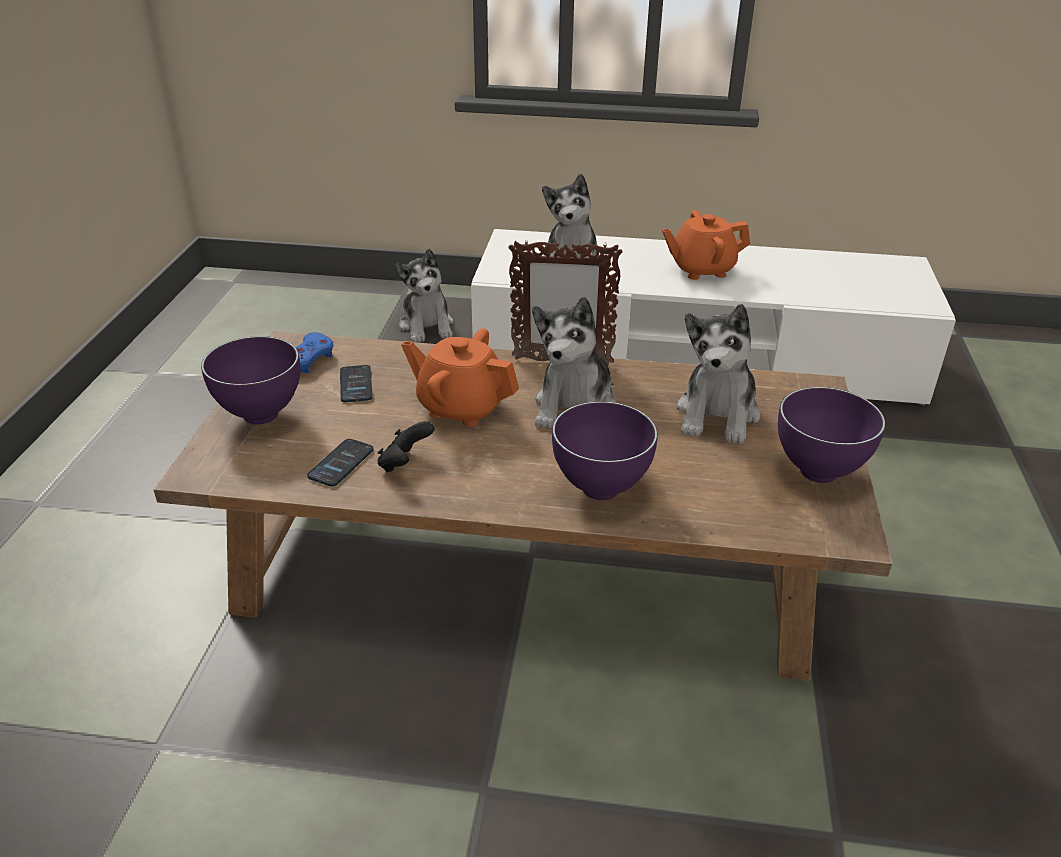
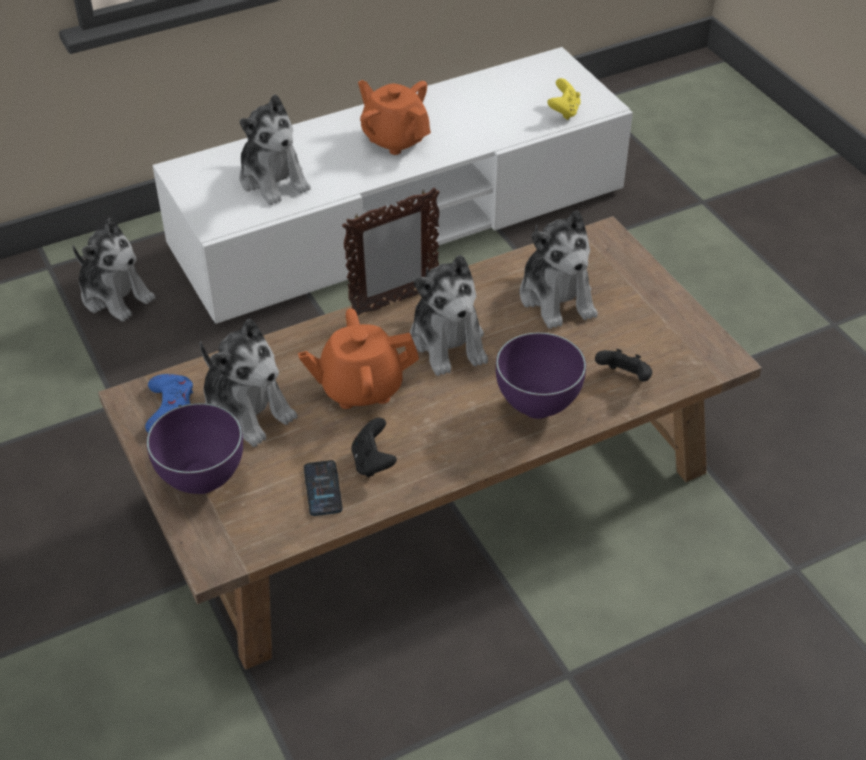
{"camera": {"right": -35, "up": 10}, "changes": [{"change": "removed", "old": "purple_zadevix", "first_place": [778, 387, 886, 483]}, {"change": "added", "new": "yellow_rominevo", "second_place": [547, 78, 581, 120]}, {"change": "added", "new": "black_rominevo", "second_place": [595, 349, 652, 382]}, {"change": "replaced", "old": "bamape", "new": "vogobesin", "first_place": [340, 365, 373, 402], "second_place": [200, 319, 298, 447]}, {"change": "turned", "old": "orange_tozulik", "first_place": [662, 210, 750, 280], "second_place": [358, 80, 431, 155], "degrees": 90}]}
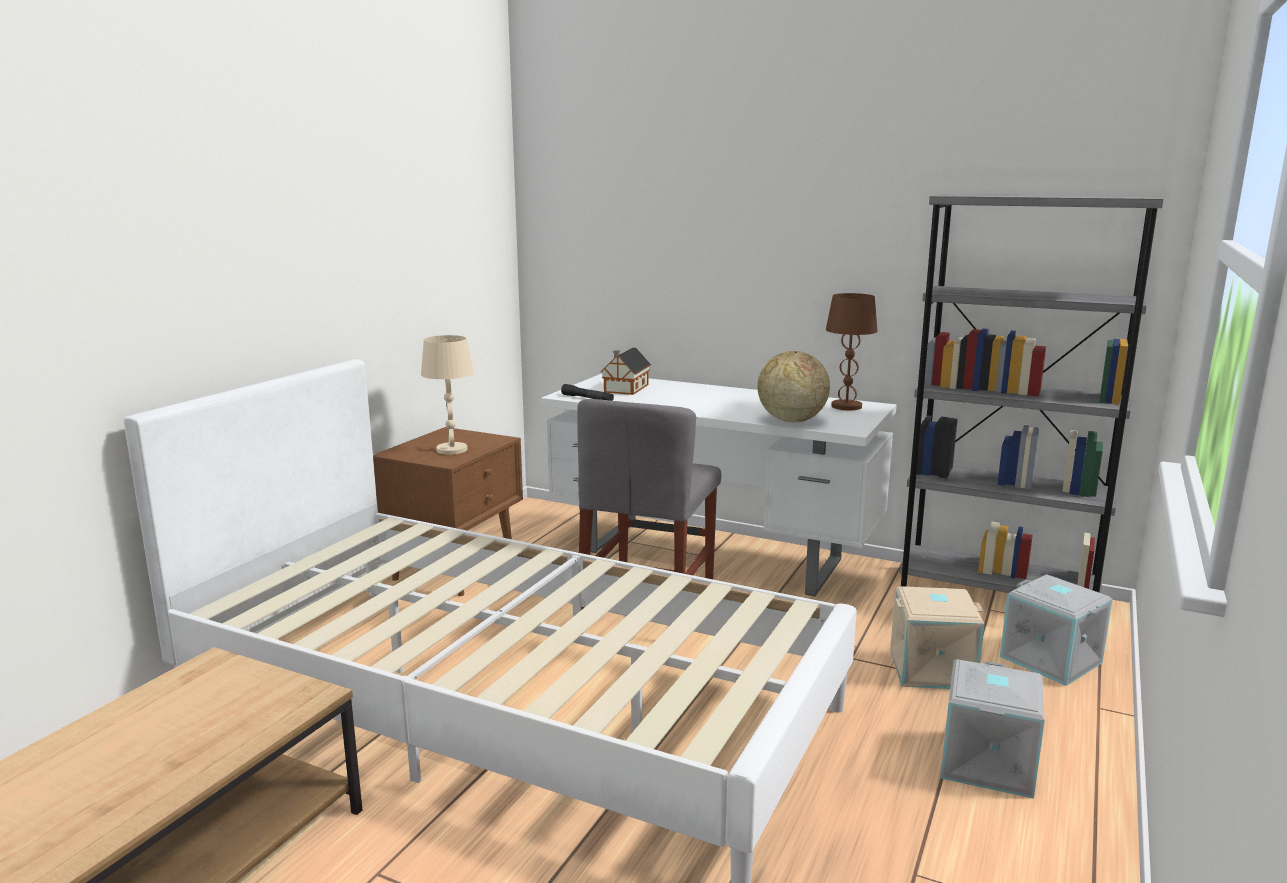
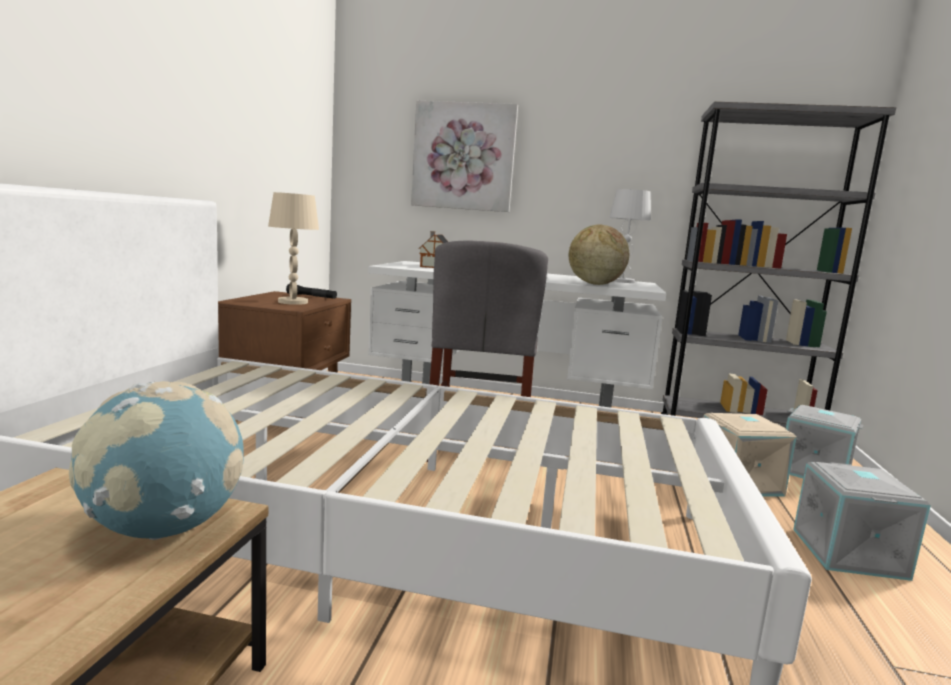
{"camera": {"right": -15, "up": -5}, "changes": [{"change": "added", "new": "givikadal", "second_place": [69, 381, 244, 540]}, {"change": "added", "new": "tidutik", "second_place": [411, 101, 518, 212]}, {"change": "moved", "old": "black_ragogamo", "first_place": [561, 384, 614, 401], "second_place": [286, 284, 337, 299]}, {"change": "recoloured", "old": "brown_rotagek", "new": "white_rotagek", "first_place": [826, 293, 878, 410], "second_place": [609, 189, 651, 283]}]}
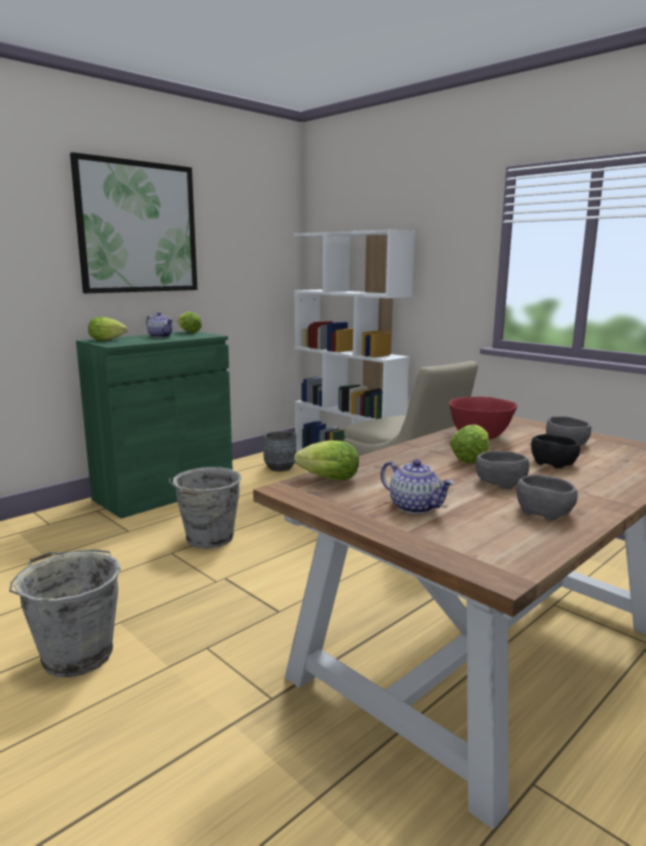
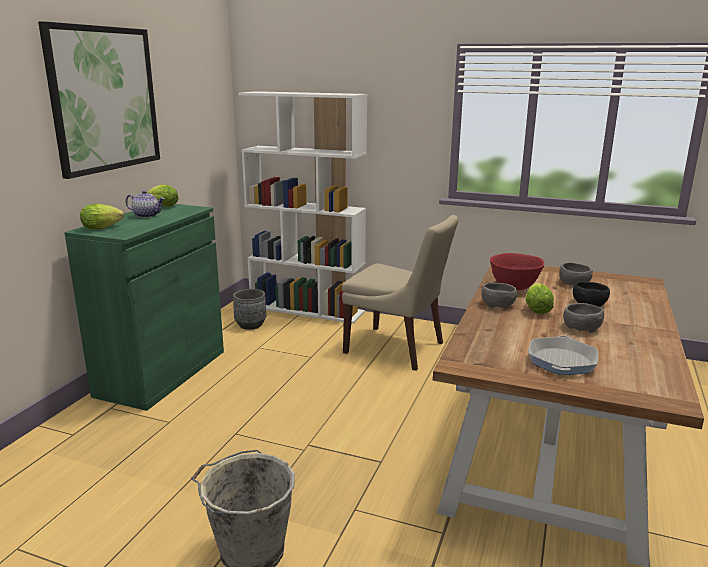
{"camera": {"right": -25, "up": 5}, "changes": [{"change": "removed", "old": "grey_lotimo", "first_place": [169, 467, 242, 548]}, {"change": "removed", "old": "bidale", "first_place": [294, 440, 359, 480]}, {"change": "moved", "old": "grey_zadevix", "first_place": [516, 474, 578, 520], "second_place": [481, 282, 517, 309]}, {"change": "replaced", "old": "tozulik", "new": "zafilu", "first_place": [381, 459, 454, 514], "second_place": [528, 335, 598, 375]}]}
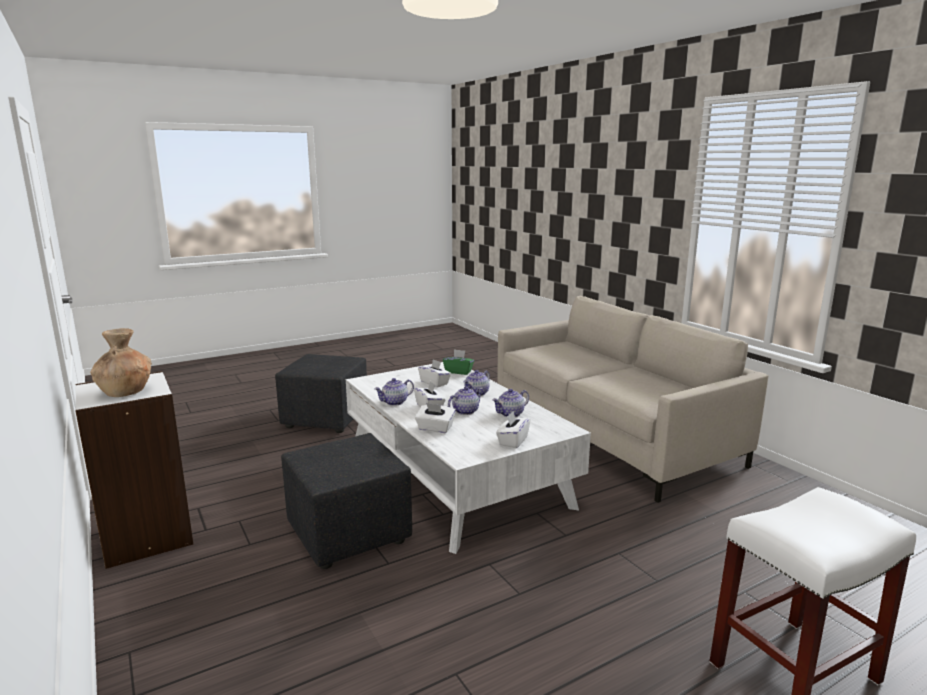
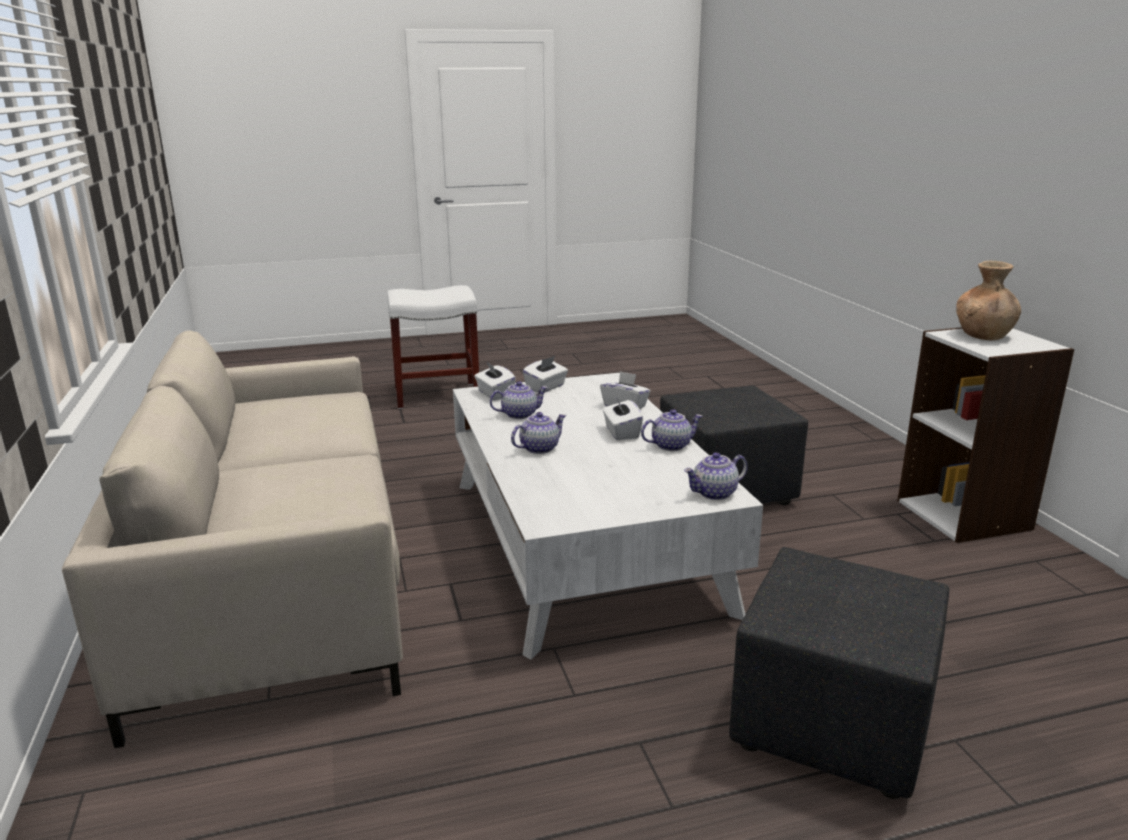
{"camera": {"right": -165, "up": 5}, "changes": [{"change": "removed", "old": "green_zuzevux", "first_place": [443, 349, 474, 375]}, {"change": "moved", "old": "white_zuzevux", "first_place": [418, 359, 451, 387], "second_place": [474, 362, 516, 400]}, {"change": "moved", "old": "tozulik", "first_place": [448, 387, 483, 415], "second_place": [684, 452, 748, 500]}]}
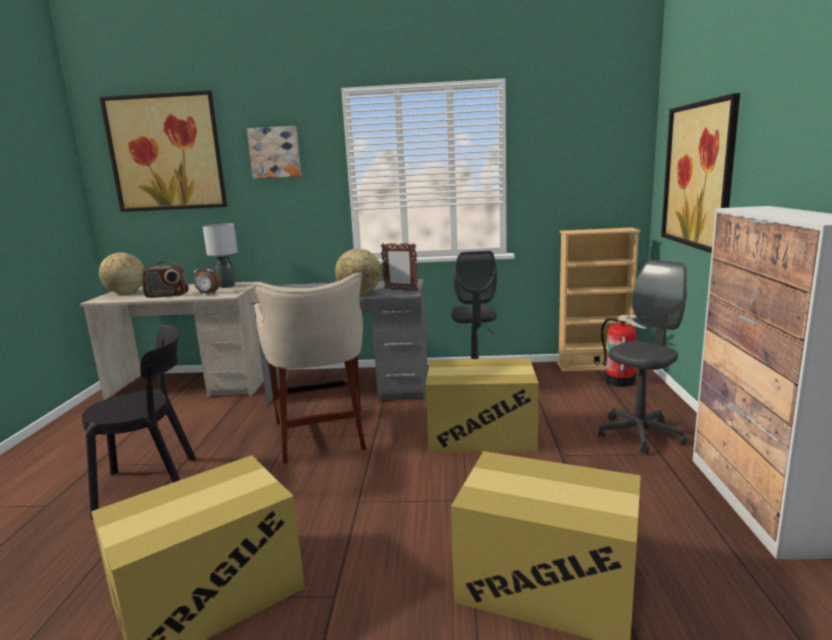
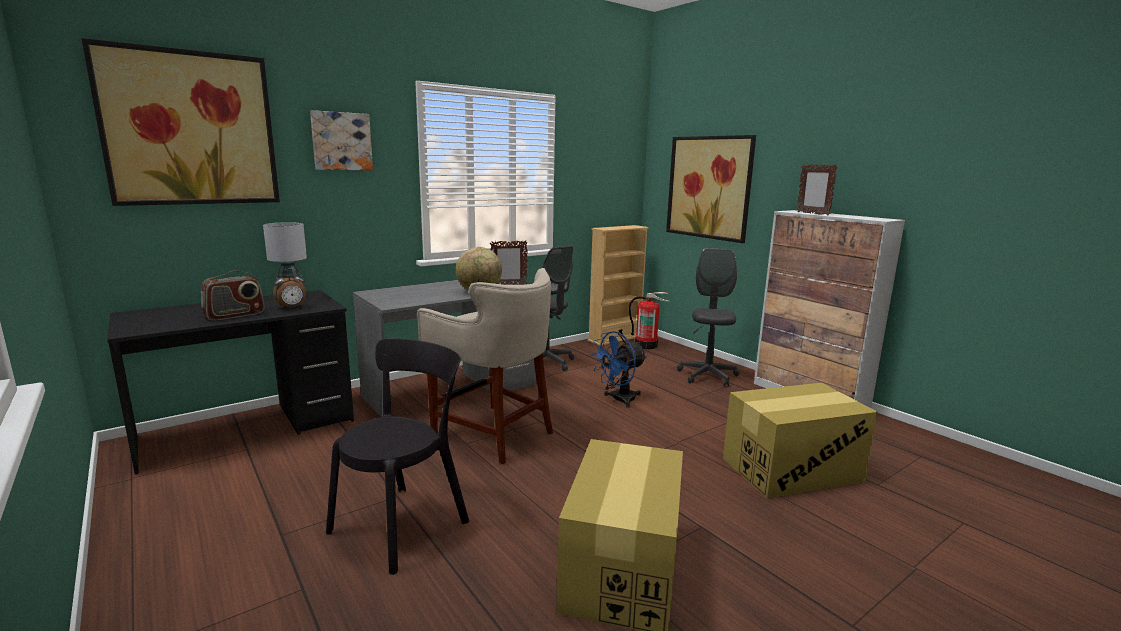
{"camera": {"right": -40, "up": 0}, "changes": [{"change": "removed", "old": "givikadal", "first_place": [99, 253, 144, 294]}, {"change": "added", "new": "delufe", "second_place": [797, 164, 837, 215]}, {"change": "replaced", "old": "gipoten", "new": "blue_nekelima", "first_place": [426, 358, 539, 452], "second_place": [591, 331, 647, 408]}, {"change": "recoloured", "old": "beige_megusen", "new": "black_megusen", "first_place": [80, 281, 264, 400], "second_place": [107, 290, 354, 474]}]}
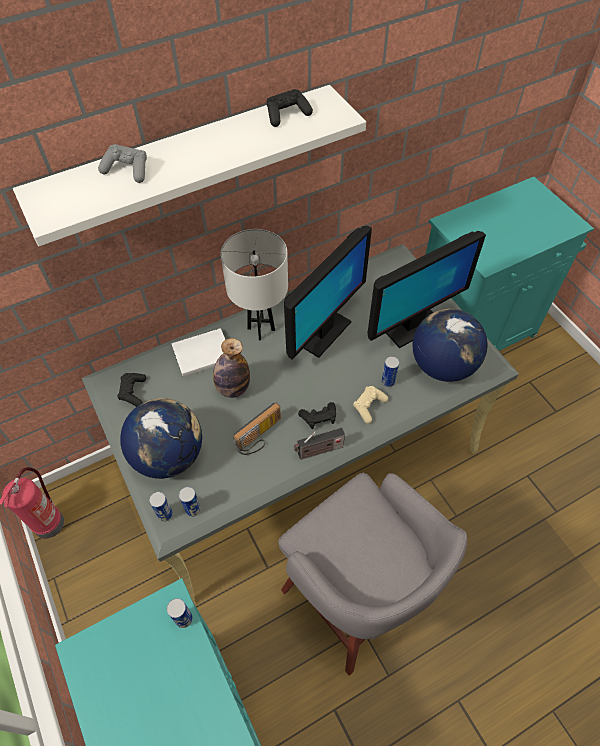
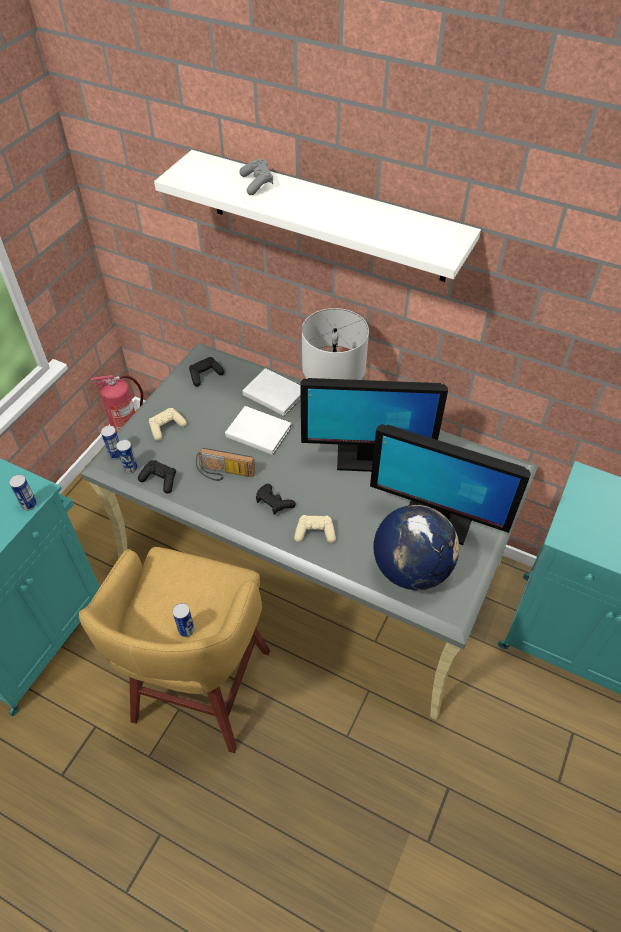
{"camera": {"right": 55, "up": -5}, "changes": [{"change": "removed", "old": "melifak", "first_place": [293, 428, 345, 460]}, {"change": "moved", "old": "black_rominevo", "first_place": [267, 89, 313, 127], "second_place": [138, 460, 176, 494]}, {"change": "moved", "old": "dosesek", "first_place": [381, 356, 399, 387], "second_place": [172, 603, 195, 637]}, {"change": "replaced", "old": "givikadal", "new": "beige_rominevo", "first_place": [120, 398, 202, 479], "second_place": [149, 408, 187, 441]}, {"change": "replaced", "old": "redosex", "new": "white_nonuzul", "first_place": [213, 338, 250, 398], "second_place": [225, 406, 291, 455]}, {"change": "recoloured", "old": "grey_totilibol", "new": "yellow_totilibol", "first_place": [279, 473, 467, 676], "second_place": [79, 547, 270, 753]}]}
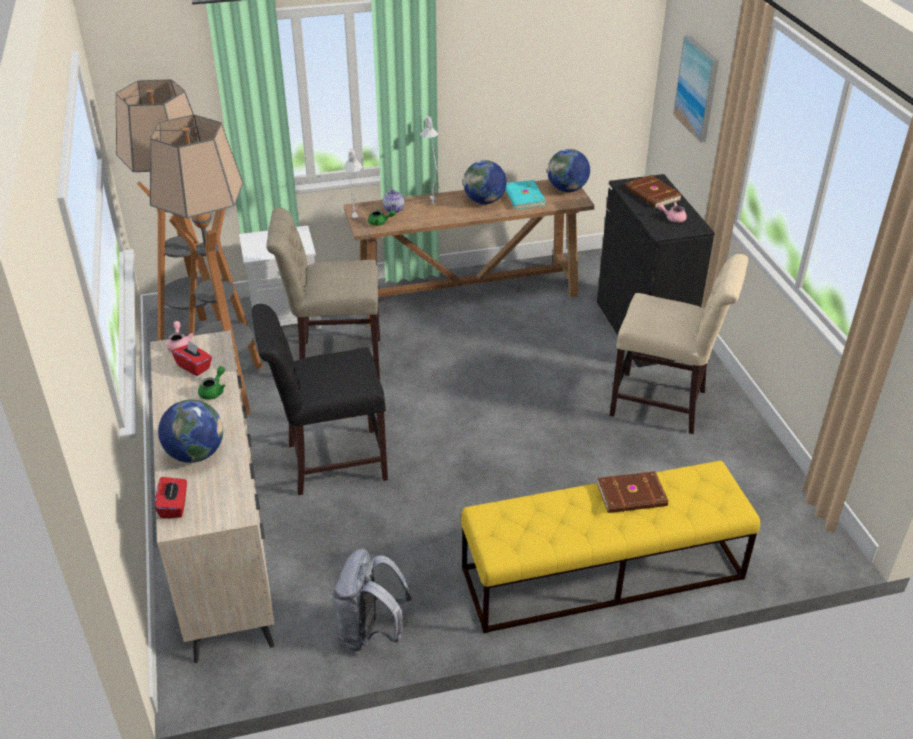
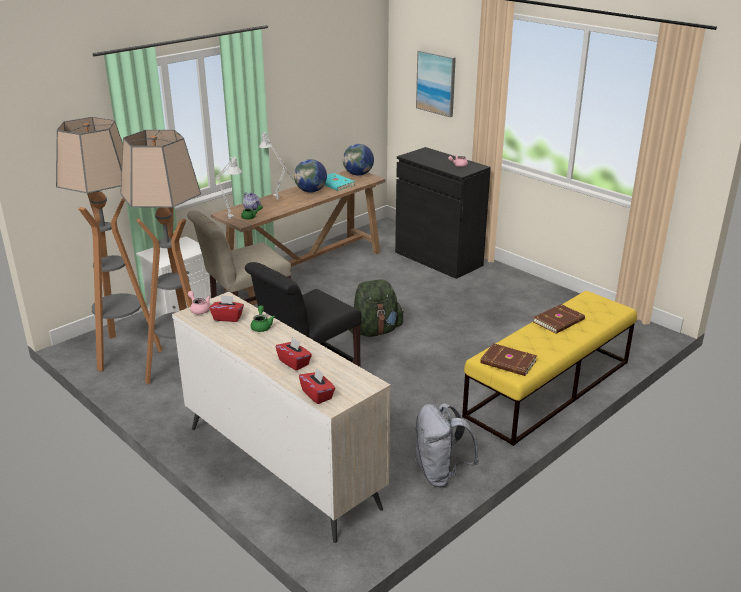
{"camera": {"right": -30, "up": -10}, "changes": [{"change": "removed", "old": "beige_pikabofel", "first_place": [610, 254, 748, 434]}, {"change": "added", "new": "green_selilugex", "second_place": [349, 279, 404, 337]}, {"change": "moved", "old": "brown_nonuzul", "first_place": [625, 175, 682, 208], "second_place": [480, 343, 537, 376]}, {"change": "replaced", "old": "givikadal", "new": "red_zuzevux", "first_place": [158, 399, 223, 463], "second_place": [276, 337, 312, 371]}]}
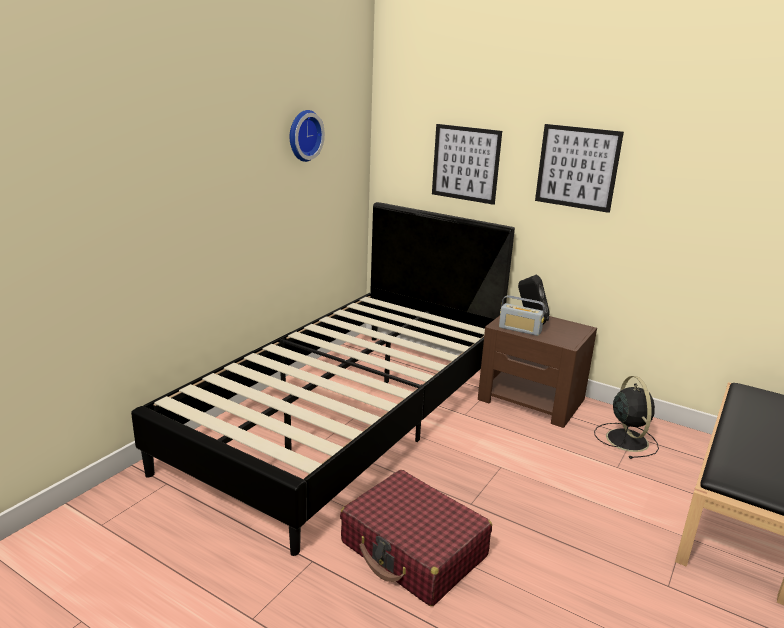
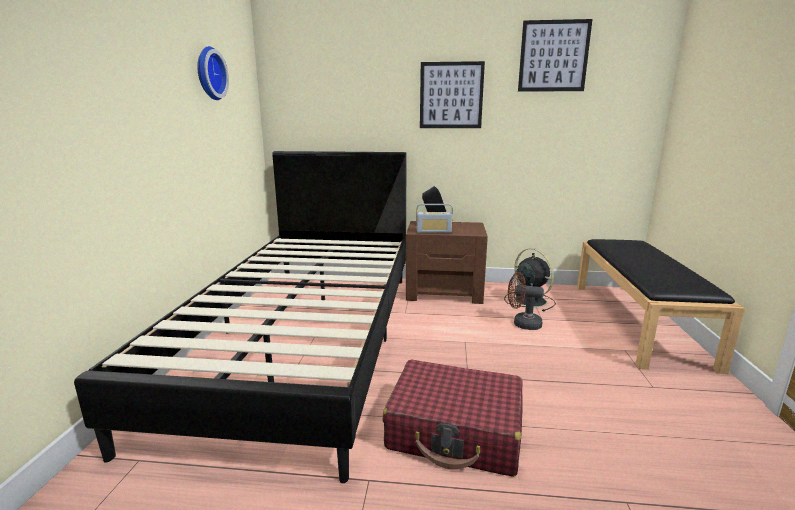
{"camera": {"right": -25, "up": -5}, "changes": [{"change": "added", "new": "brown_nekelima", "second_place": [508, 272, 544, 330]}, {"change": "moved", "old": "tidutik", "first_place": [432, 124, 502, 205], "second_place": [518, 19, 592, 92]}]}
